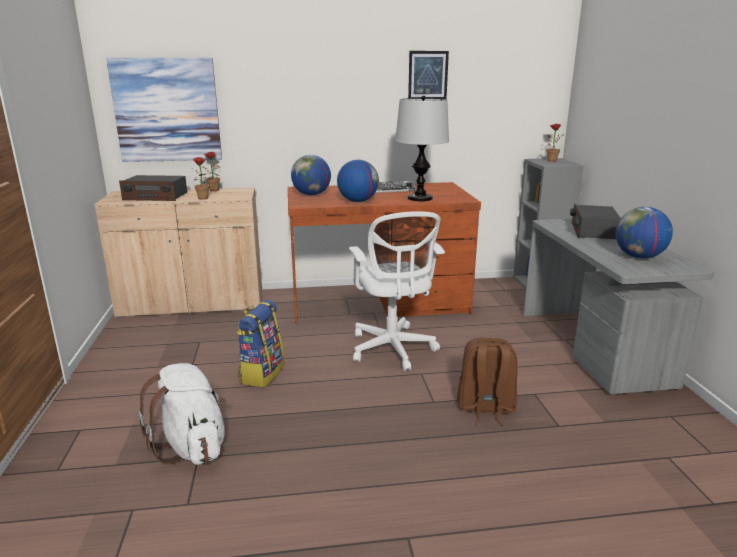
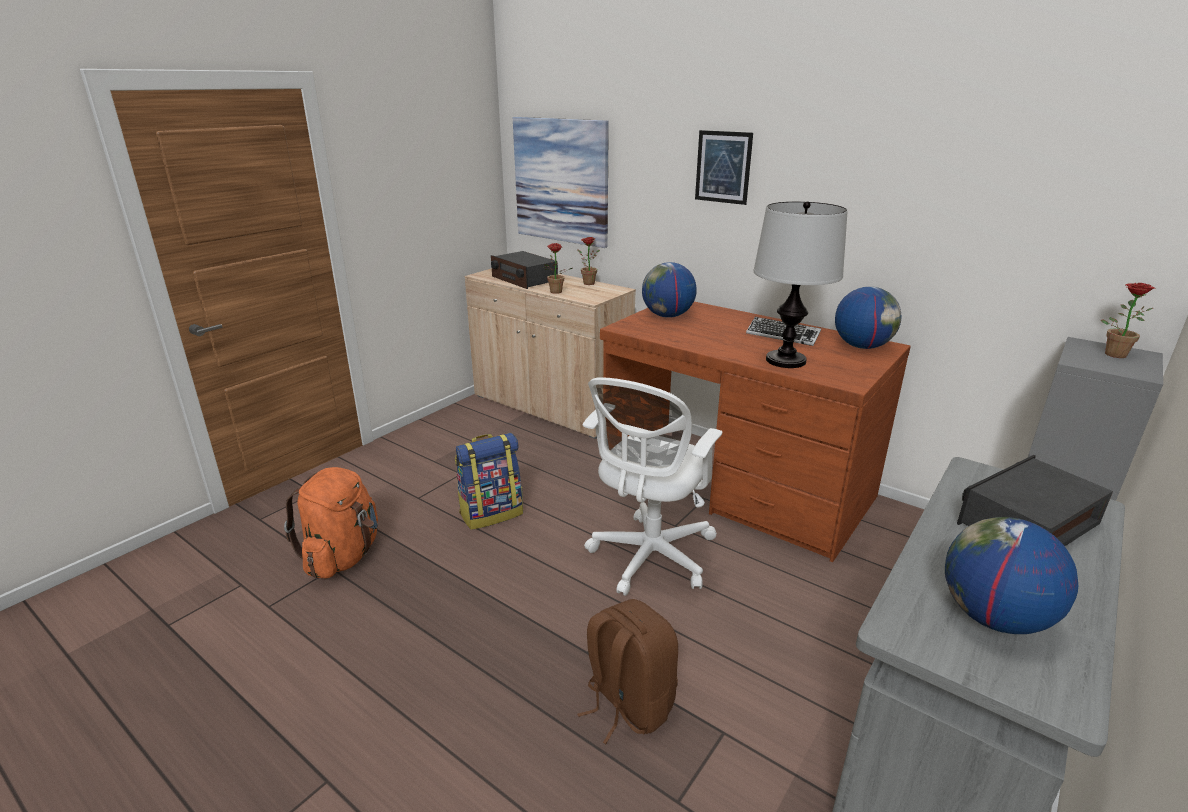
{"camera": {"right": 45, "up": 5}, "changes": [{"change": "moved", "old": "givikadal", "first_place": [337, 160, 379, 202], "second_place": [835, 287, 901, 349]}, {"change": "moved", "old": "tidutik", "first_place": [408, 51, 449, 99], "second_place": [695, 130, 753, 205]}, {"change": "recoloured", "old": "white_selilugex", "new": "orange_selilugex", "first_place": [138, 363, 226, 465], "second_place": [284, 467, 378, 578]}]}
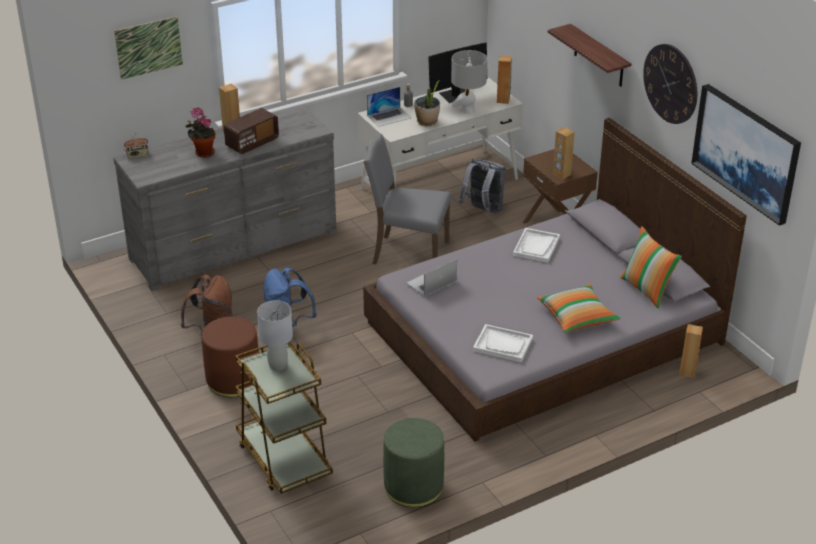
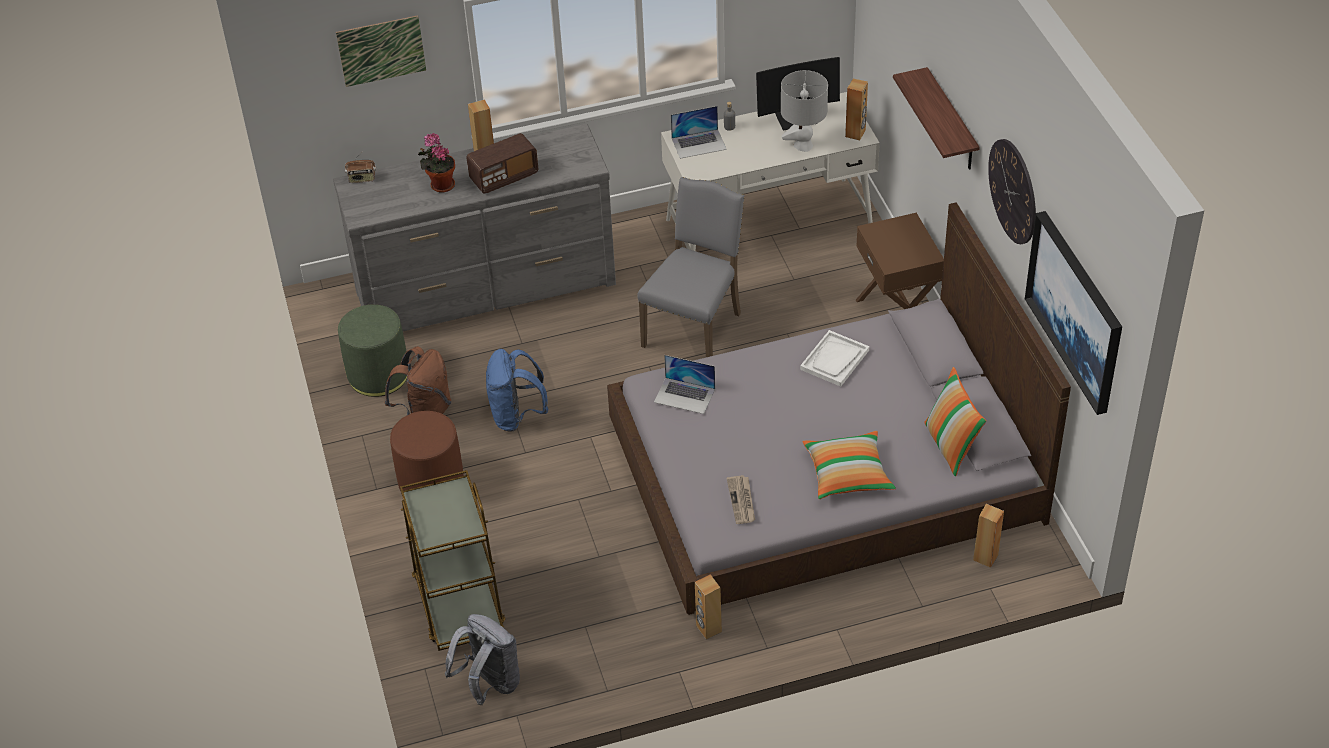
{"camera": {"right": 15, "up": 10}, "changes": [{"change": "removed", "old": "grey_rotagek", "first_place": [257, 300, 293, 371]}, {"change": "removed", "old": "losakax", "first_place": [414, 80, 440, 126]}, {"change": "moved", "old": "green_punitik", "first_place": [383, 418, 444, 507], "second_place": [338, 304, 407, 397]}, {"change": "moved", "old": "grey_selilugex", "first_place": [459, 159, 506, 213], "second_place": [445, 614, 520, 705]}, {"change": "moved", "old": "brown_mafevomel", "first_place": [553, 127, 574, 179], "second_place": [695, 574, 722, 639]}, {"change": "replaced", "old": "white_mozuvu", "new": "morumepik", "first_place": [473, 324, 533, 362], "second_place": [726, 475, 755, 524]}, {"change": "turned", "old": "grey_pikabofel", "first_place": [363, 134, 451, 264], "second_place": [637, 177, 745, 357], "degrees": 90}, {"change": "turned", "old": "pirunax", "first_place": [407, 259, 457, 296], "second_place": [654, 355, 715, 414], "degrees": -135}]}
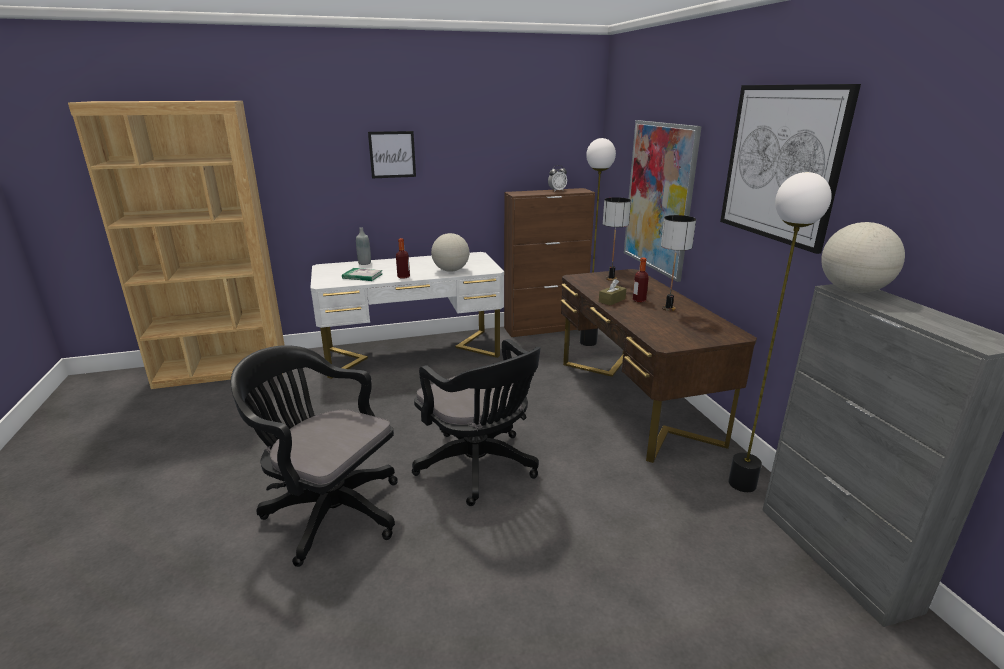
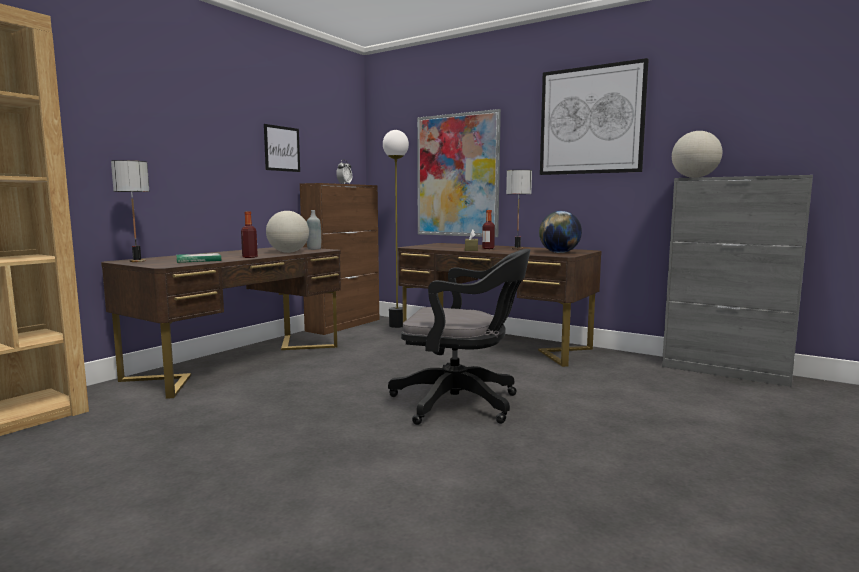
{"camera": {"right": -40, "up": -15}, "changes": [{"change": "removed", "old": "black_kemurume", "first_place": [231, 345, 398, 567]}, {"change": "removed", "old": "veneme", "first_place": [728, 172, 832, 492]}, {"change": "added", "new": "givikadal", "second_place": [539, 211, 582, 253]}, {"change": "moved", "old": "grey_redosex", "first_place": [356, 227, 371, 265], "second_place": [307, 210, 321, 250]}, {"change": "moved", "old": "tidutik", "first_place": [368, 131, 416, 178], "second_place": [264, 124, 300, 172]}, {"change": "moved", "old": "rotagek", "first_place": [603, 197, 631, 281], "second_place": [111, 160, 149, 262]}, {"change": "recoloured", "old": "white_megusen", "new": "brown_megusen", "first_place": [310, 252, 504, 379], "second_place": [101, 247, 341, 399]}]}
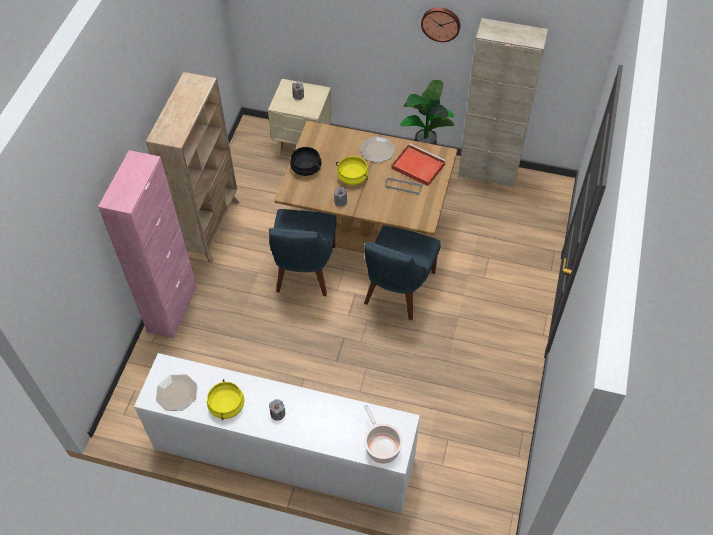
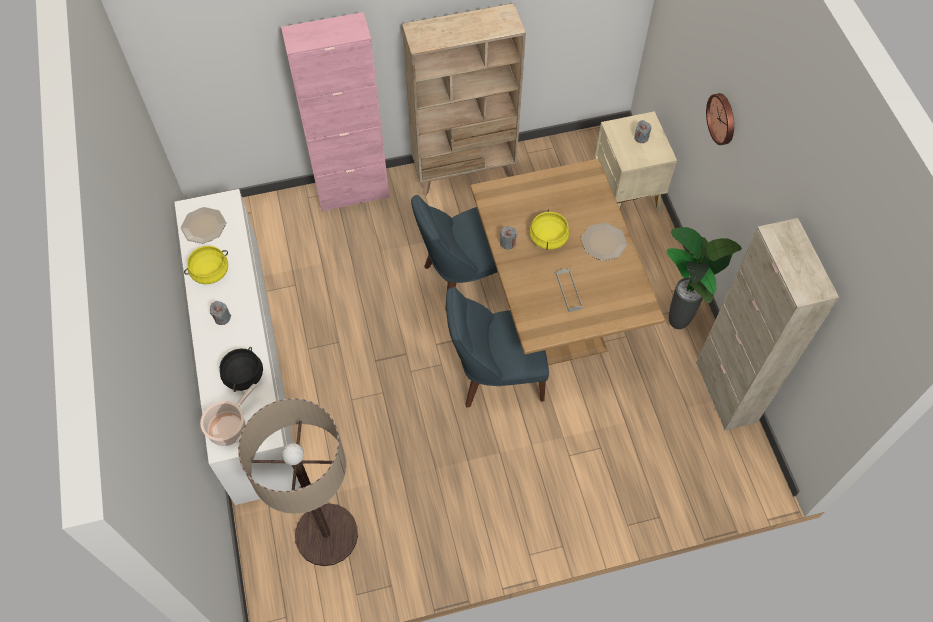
{"camera": {"right": 60, "up": 5}, "changes": [{"change": "removed", "old": "red_mozuvu", "first_place": [391, 144, 446, 186]}, {"change": "added", "new": "veneme", "second_place": [238, 398, 358, 566]}, {"change": "moved", "old": "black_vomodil", "first_place": [290, 147, 321, 176], "second_place": [219, 347, 263, 392]}, {"change": "moved", "old": "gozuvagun", "first_place": [421, 7, 460, 42], "second_place": [706, 93, 734, 145]}]}
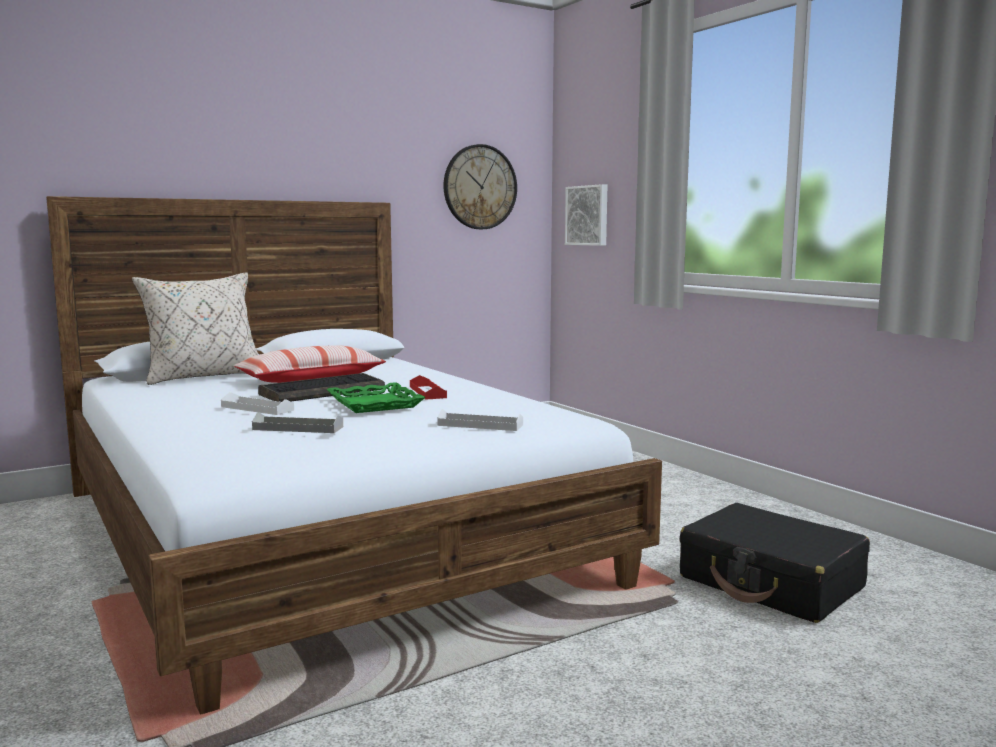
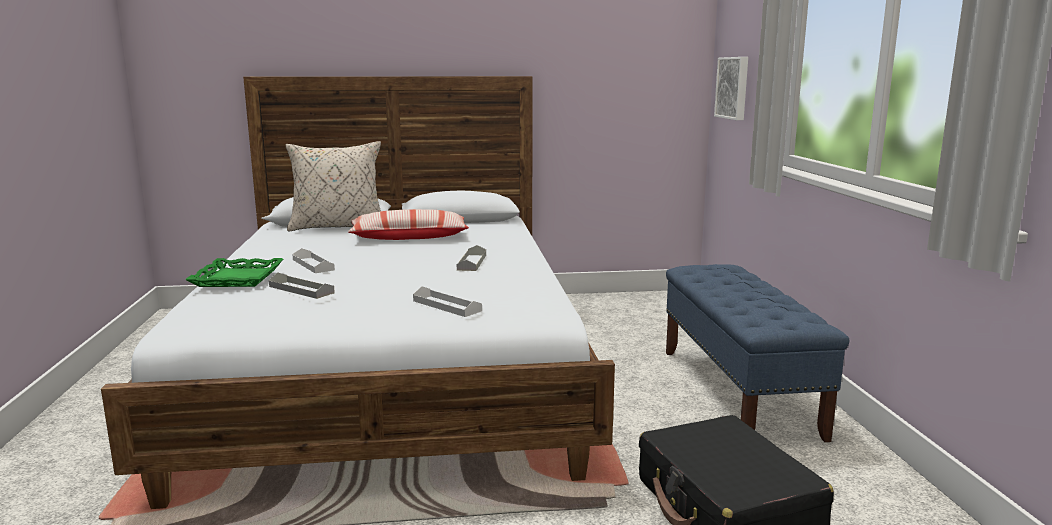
{"camera": {"right": 25, "up": 5}, "changes": [{"change": "removed", "old": "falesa", "first_place": [258, 373, 385, 402]}, {"change": "removed", "old": "gozuvagun", "first_place": [444, 144, 517, 229]}, {"change": "added", "new": "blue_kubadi", "second_place": [666, 264, 849, 442]}, {"change": "moved", "old": "green_mozuvu", "first_place": [327, 382, 426, 413], "second_place": [185, 258, 283, 287]}, {"change": "recoloured", "old": "red_mozuvu", "new": "grey_mozuvu", "first_place": [410, 375, 447, 400], "second_place": [457, 245, 486, 271]}]}
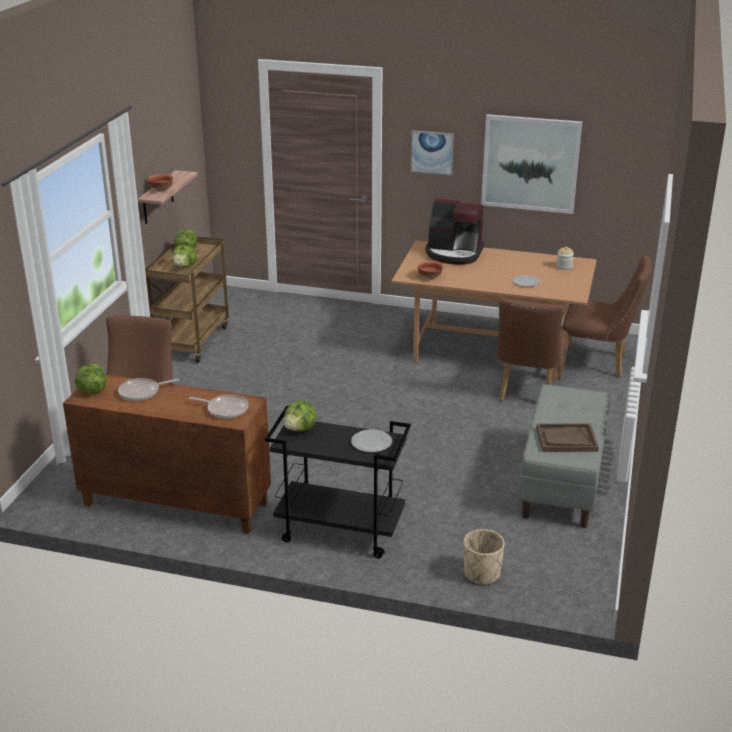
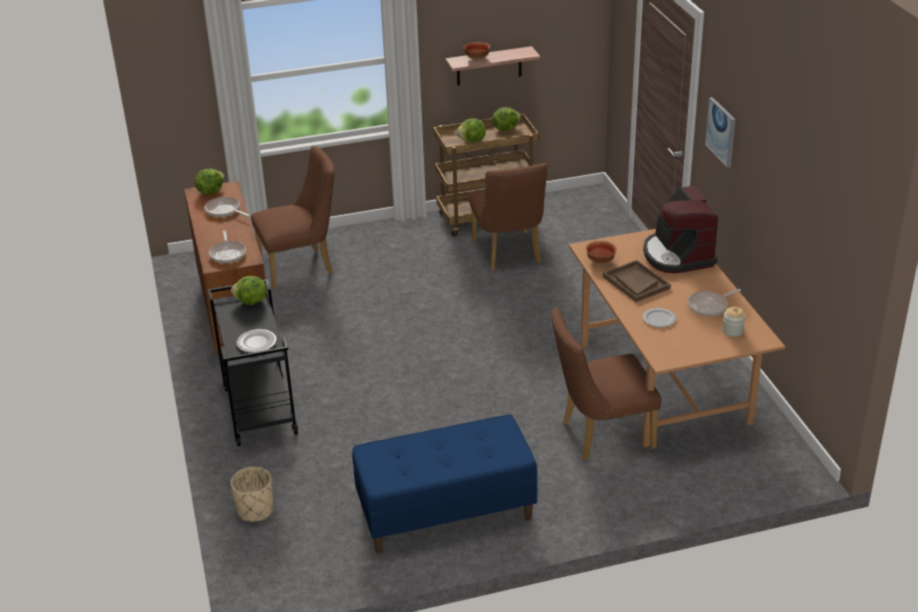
{"camera": {"right": 60, "up": 5}, "changes": [{"change": "removed", "old": "tidutik", "first_place": [481, 114, 582, 214]}, {"change": "added", "new": "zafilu", "second_place": [688, 289, 741, 316]}, {"change": "moved", "old": "brown_mozuvu", "first_place": [536, 424, 599, 452], "second_place": [603, 260, 671, 302]}, {"change": "moved", "old": "brown_pikabofel", "first_place": [562, 255, 652, 377], "second_place": [469, 163, 549, 271]}, {"change": "recoloured", "old": "grey_kubadi", "new": "blue_kubadi", "first_place": [519, 384, 609, 528], "second_place": [352, 415, 538, 553]}]}
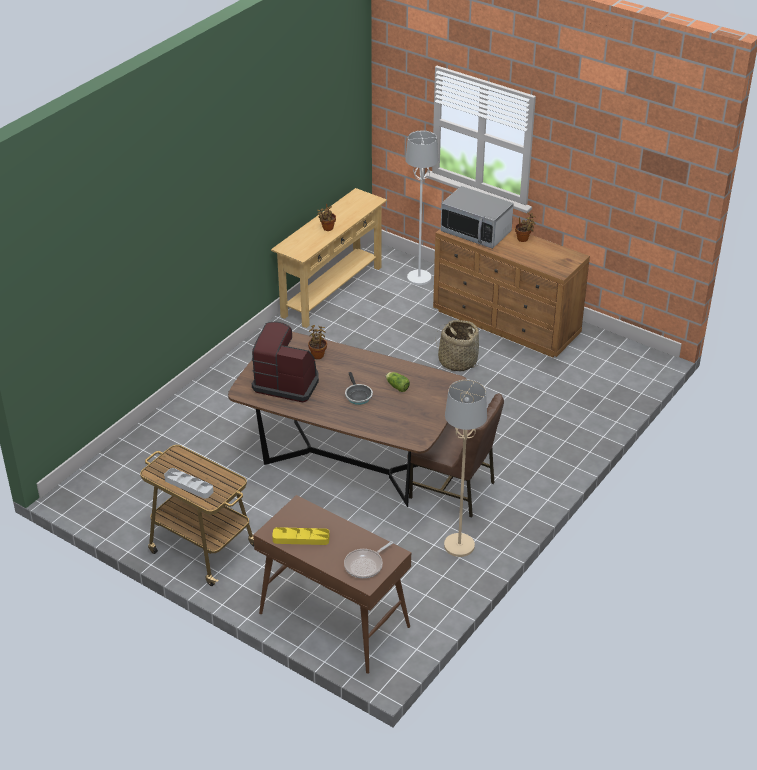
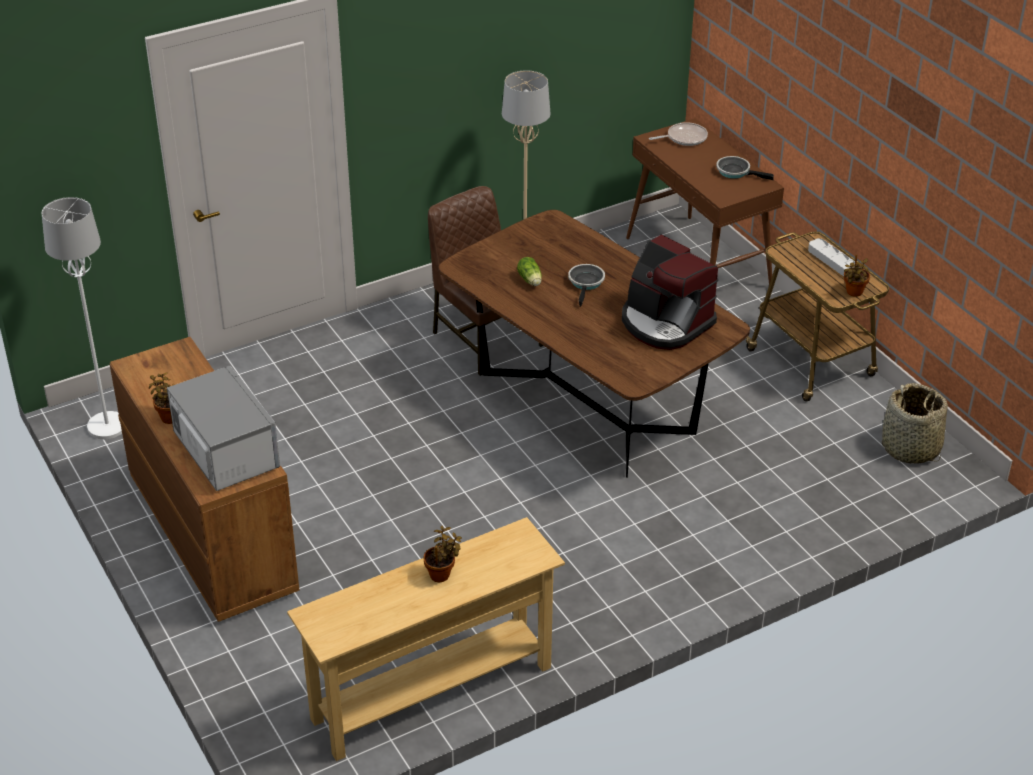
{"camera": {"right": -155, "up": 0}, "changes": [{"change": "moved", "old": "losakax", "first_place": [308, 325, 327, 359], "second_place": [844, 255, 870, 297]}, {"change": "moved", "old": "white_veneme", "first_place": [405, 131, 438, 285], "second_place": [41, 197, 122, 439]}, {"change": "moved", "old": "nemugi", "first_place": [436, 320, 479, 371], "second_place": [882, 383, 948, 464]}, {"change": "replaced", "old": "yellow_mozuvu", "new": "zafilu", "first_place": [272, 527, 330, 545], "second_place": [716, 156, 774, 180]}]}
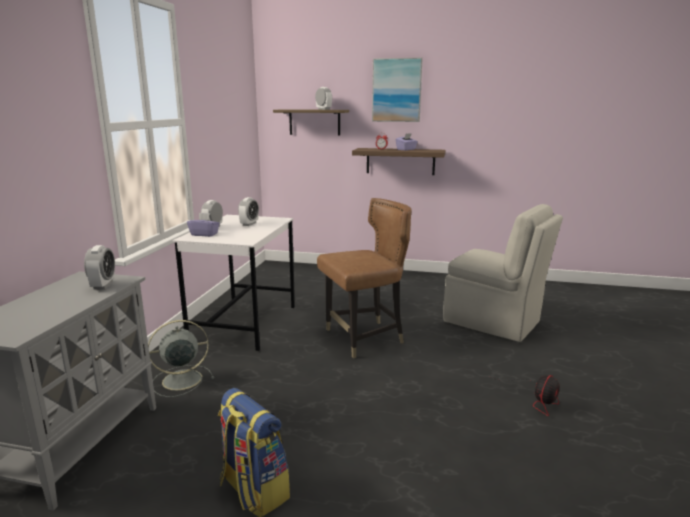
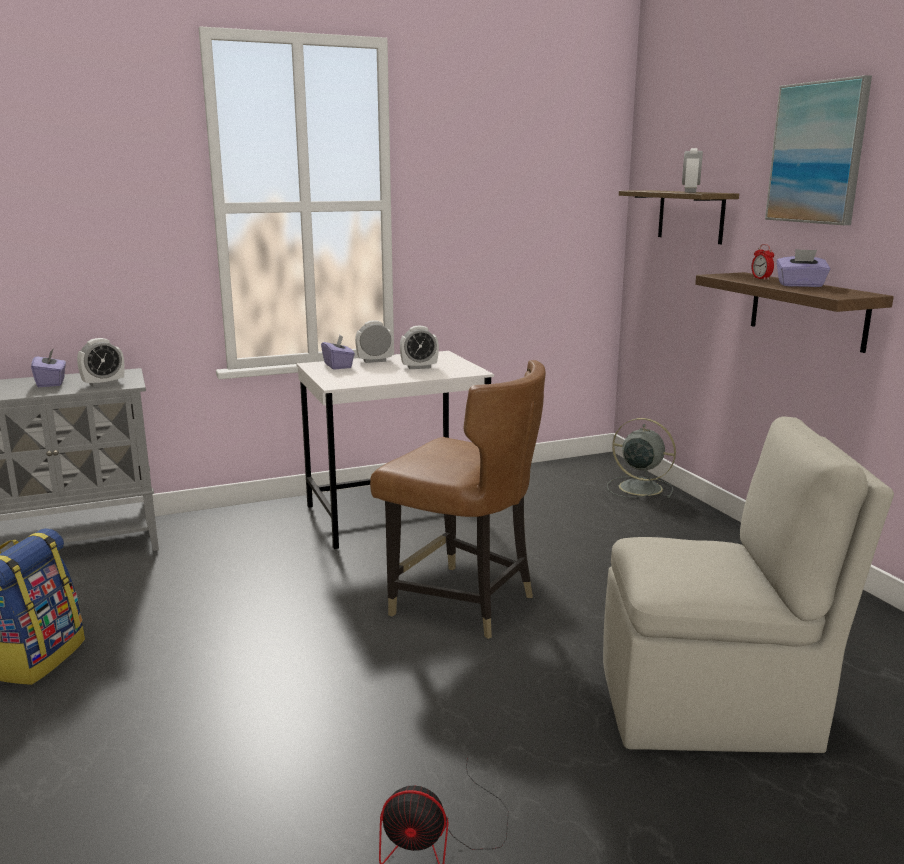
{"camera": {"right": 55, "up": 0}, "changes": [{"change": "added", "new": "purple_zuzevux", "second_place": [31, 348, 66, 387]}, {"change": "moved", "old": "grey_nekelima", "first_place": [148, 320, 214, 397], "second_place": [607, 418, 676, 498]}, {"change": "turned", "old": "beige_pikabofel", "first_place": [443, 204, 563, 342], "second_place": [603, 417, 894, 753], "degrees": -90}]}
